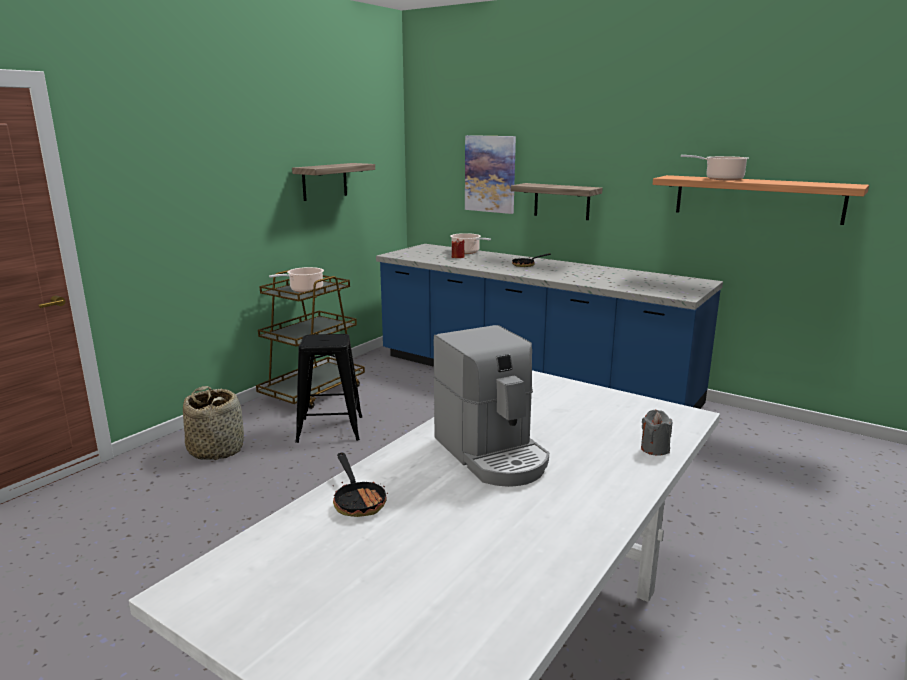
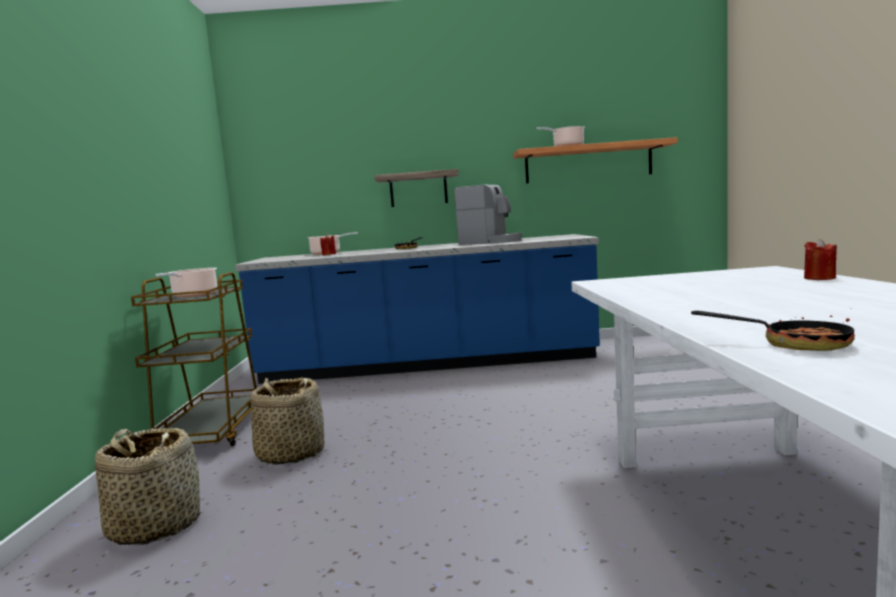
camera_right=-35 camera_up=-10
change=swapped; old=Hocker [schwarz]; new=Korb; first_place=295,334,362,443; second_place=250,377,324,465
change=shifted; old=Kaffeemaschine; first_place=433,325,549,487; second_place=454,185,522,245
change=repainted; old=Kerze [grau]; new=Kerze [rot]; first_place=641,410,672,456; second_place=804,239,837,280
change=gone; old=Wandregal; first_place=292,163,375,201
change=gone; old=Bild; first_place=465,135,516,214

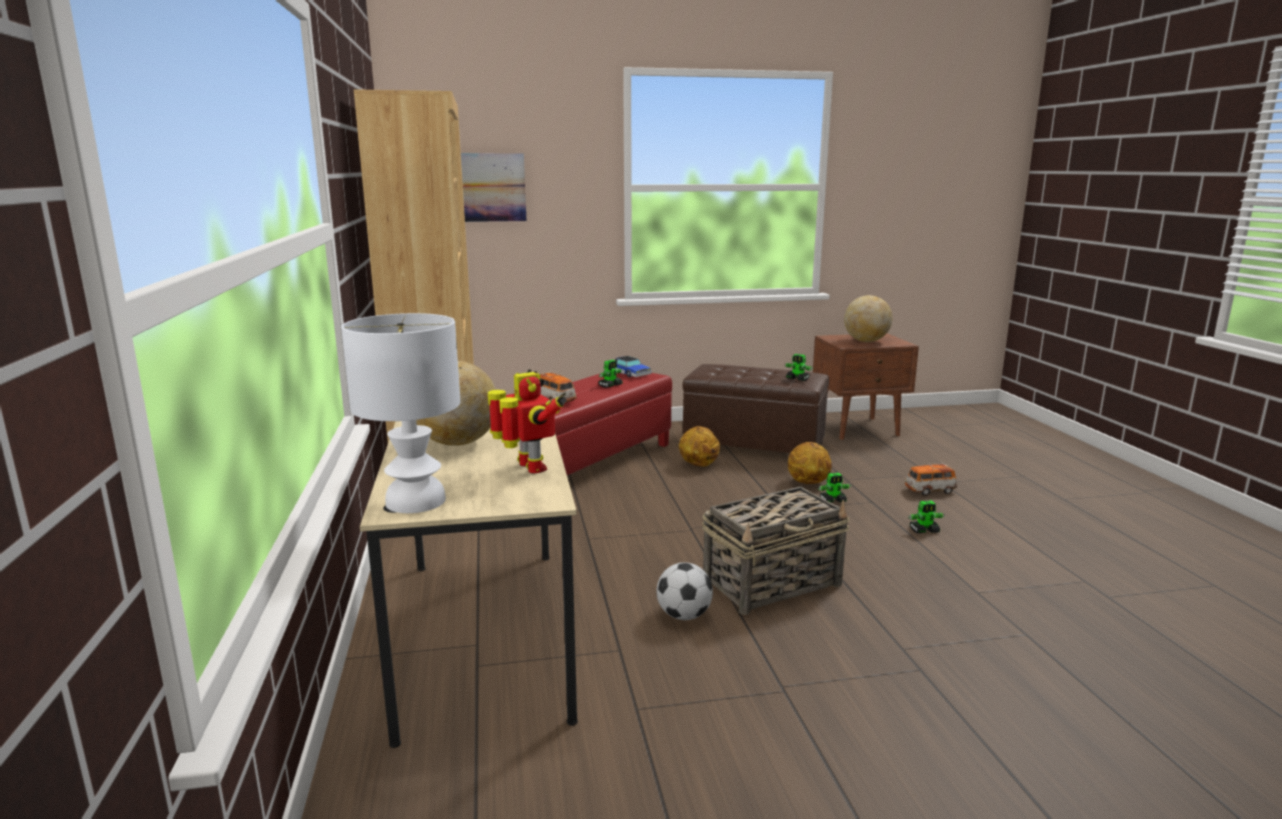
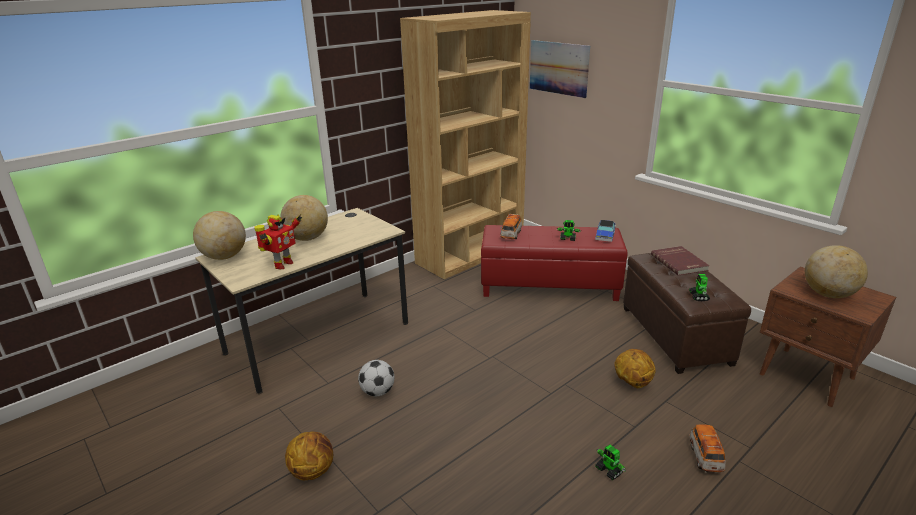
camera_right=60 camera_up=10
change=swapped; old=Tischlampe [weiß]; new=Globus; first_place=341,313,461,513; second_place=193,211,246,260
change=shifted; old=Basketball; first_place=679,426,720,467; second_place=285,432,333,480
change=new; new=Buch [rot]; second_place=651,246,709,276
change=rotated; old=Spielzeugauto; first_place=905,463,957,496; second_place=689,425,726,472; degrees=45
change=gone; old=Korb; first_place=702,487,850,615
change=gone; old=Spielzeugroboter; first_place=818,473,851,502

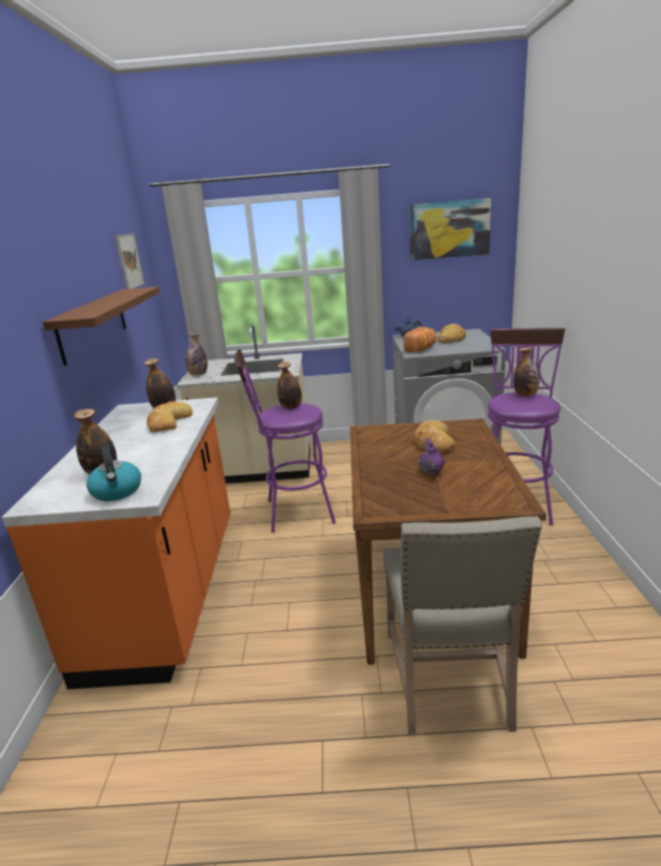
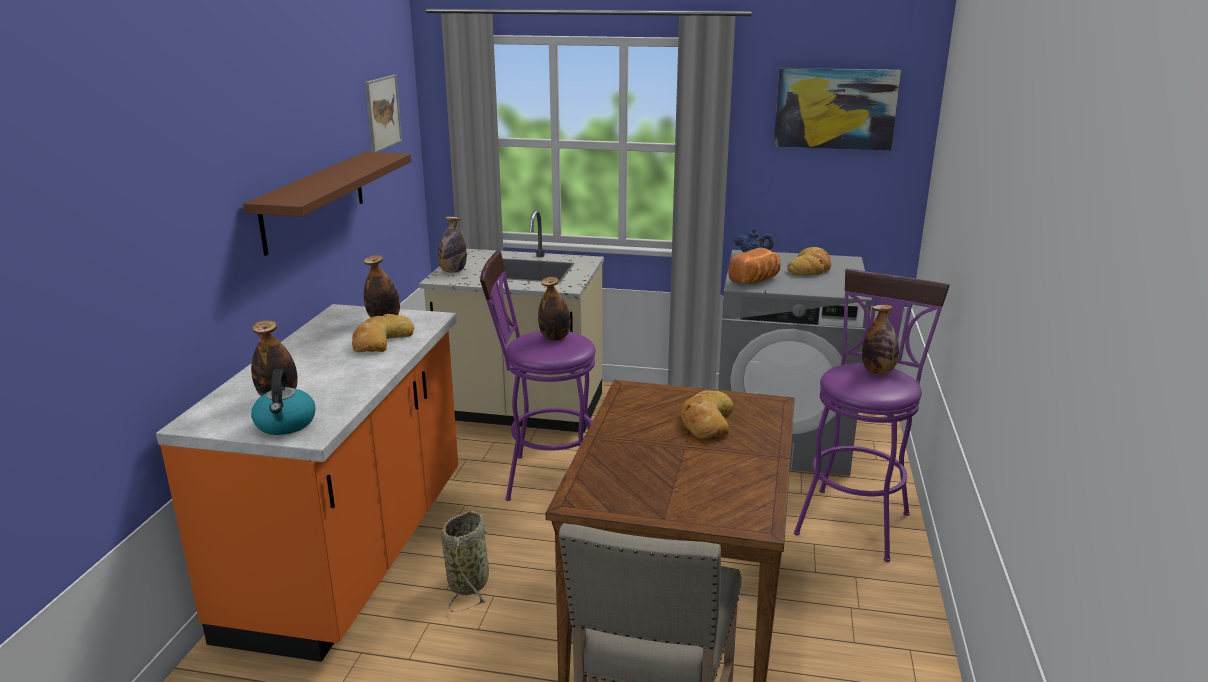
camera_right=10 camera_up=0
change=new; new=Korb; second_place=441,511,489,612
change=gone; old=Teekanne [lila]; first_place=419,438,445,475

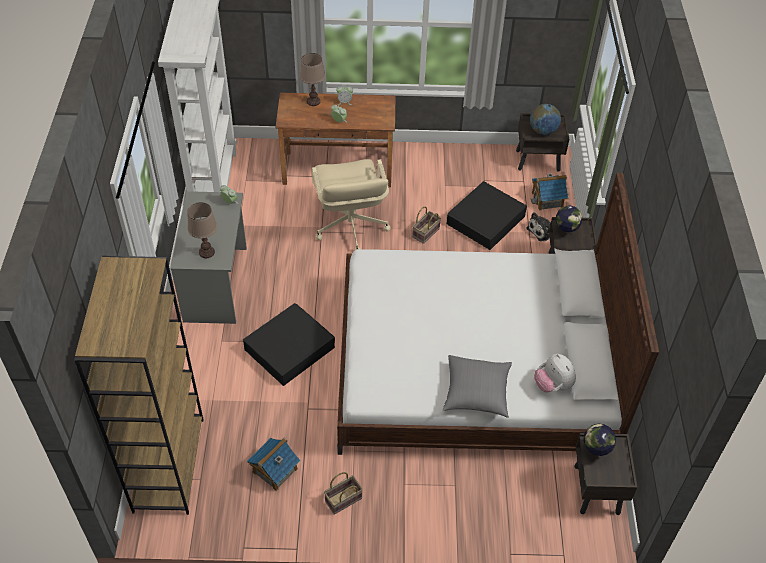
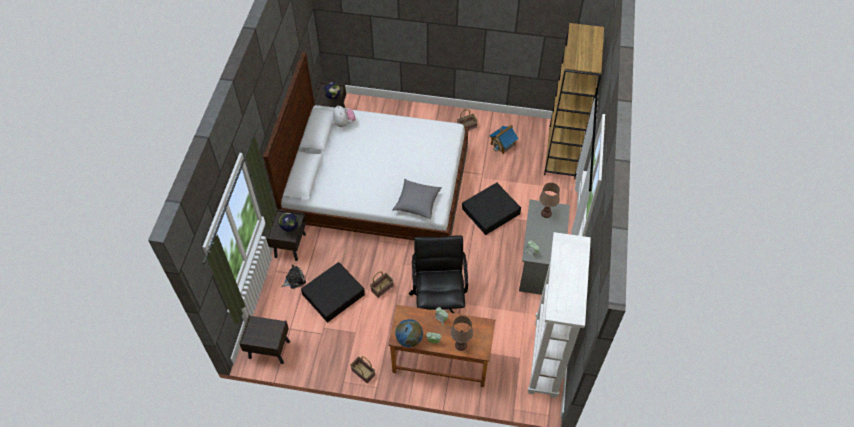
camera_right=-170 camera_up=5
change=new; new=Korb; second_place=350,356,375,384
change=shifted; old=Kissen [grau]; first_place=443,355,512,418; second_place=393,179,442,219
change=shifted; old=Globus; first_place=530,104,561,135; second_place=395,319,423,347
change=repainted; old=Bürostuhl [beige]; new=Bürostuhl [schwarz]; first_place=312,159,390,250; second_place=409,236,468,313
change=gone; old=Spielzeughaus; first_place=531,173,568,211

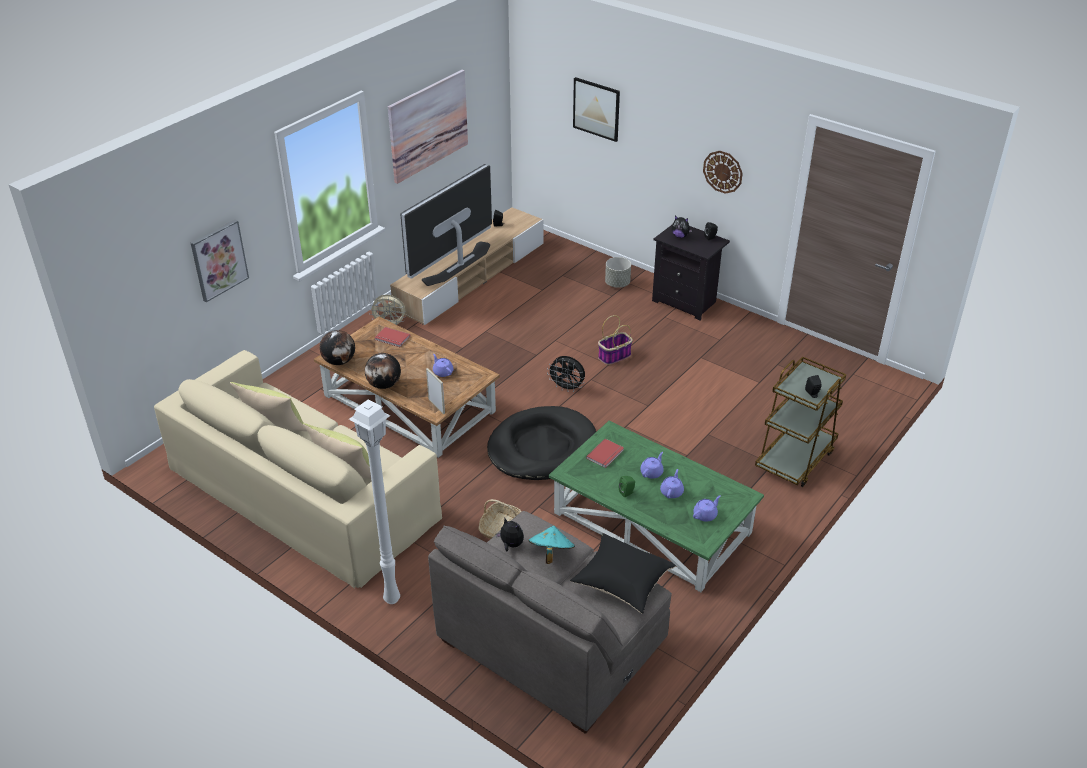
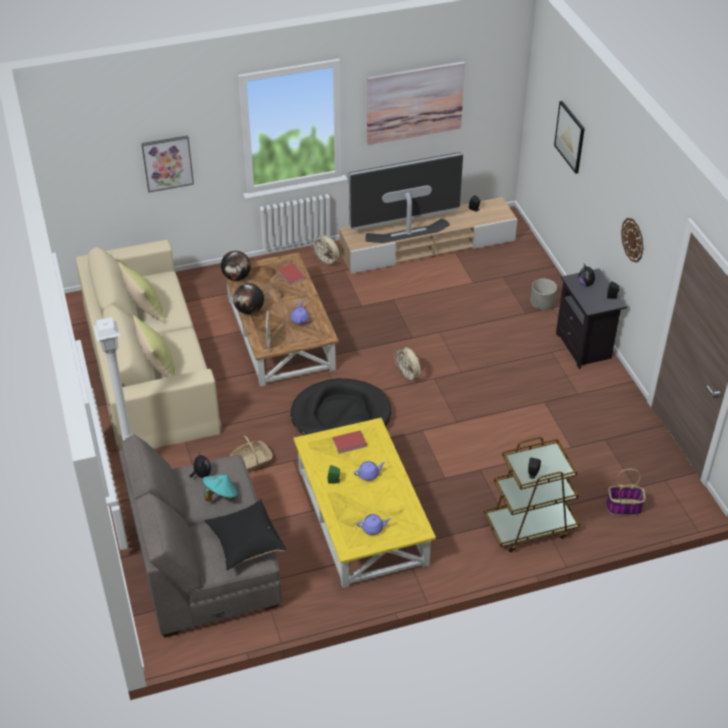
camera_right=35 camera_up=5
change=repainted; old=Couchtisch [grün]; new=Couchtisch [gelb]; first_place=549,421,764,592; second_place=294,418,436,588
change=repainted; old=Ventilator [schwarz]; new=Ventilator [beige]; first_place=547,356,585,392; second_place=394,347,421,381
change=shifted; old=Korb; first_place=598,315,633,365; second_place=606,469,646,515
change=gone; old=Teekanne [lila]; first_place=660,469,684,498

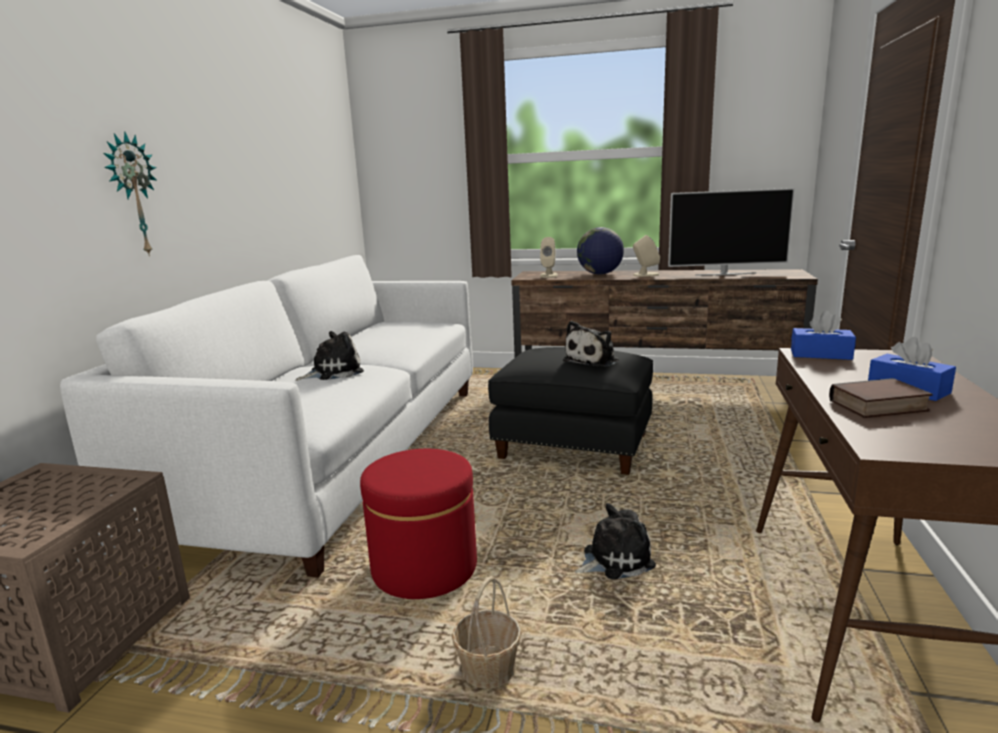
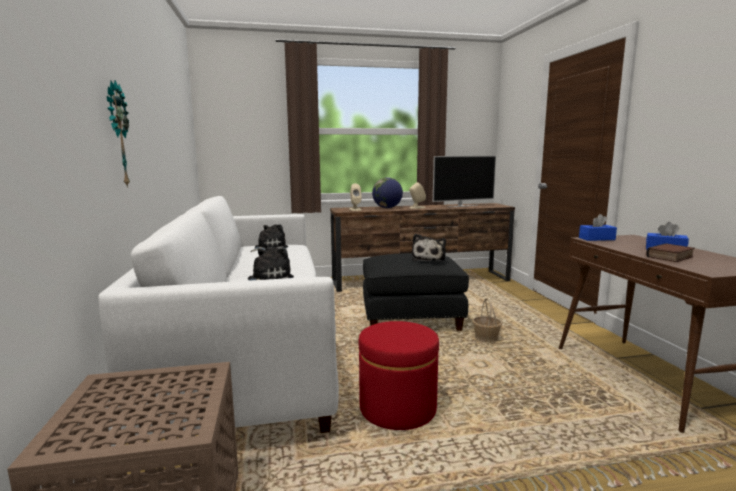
camera_right=-25 camera_up=-5
change=shifted; old=Plüschtier; first_place=575,503,656,579; second_place=250,224,288,252
change=shifted; old=Korb; first_place=452,576,522,689; second_place=473,298,502,343

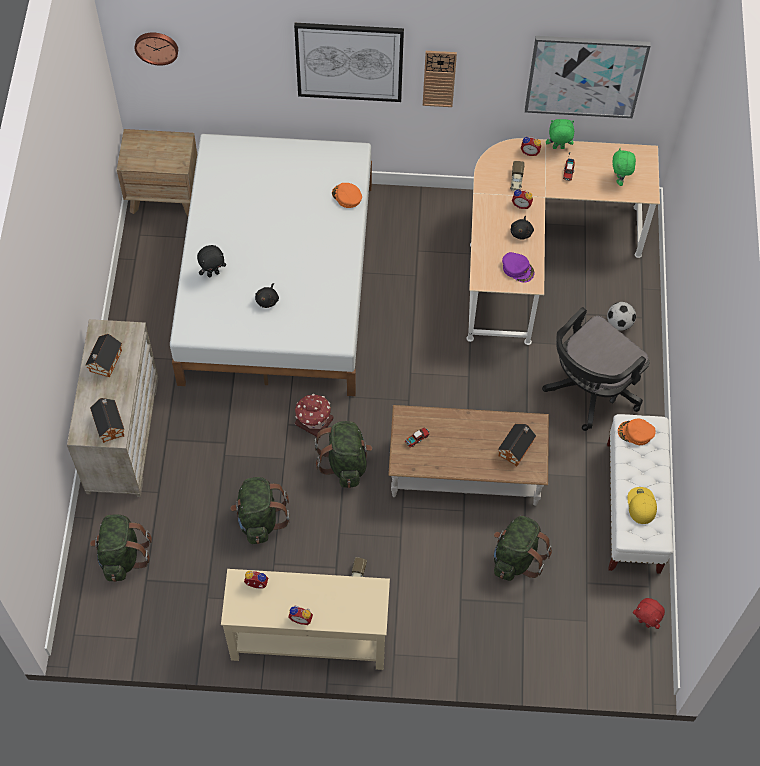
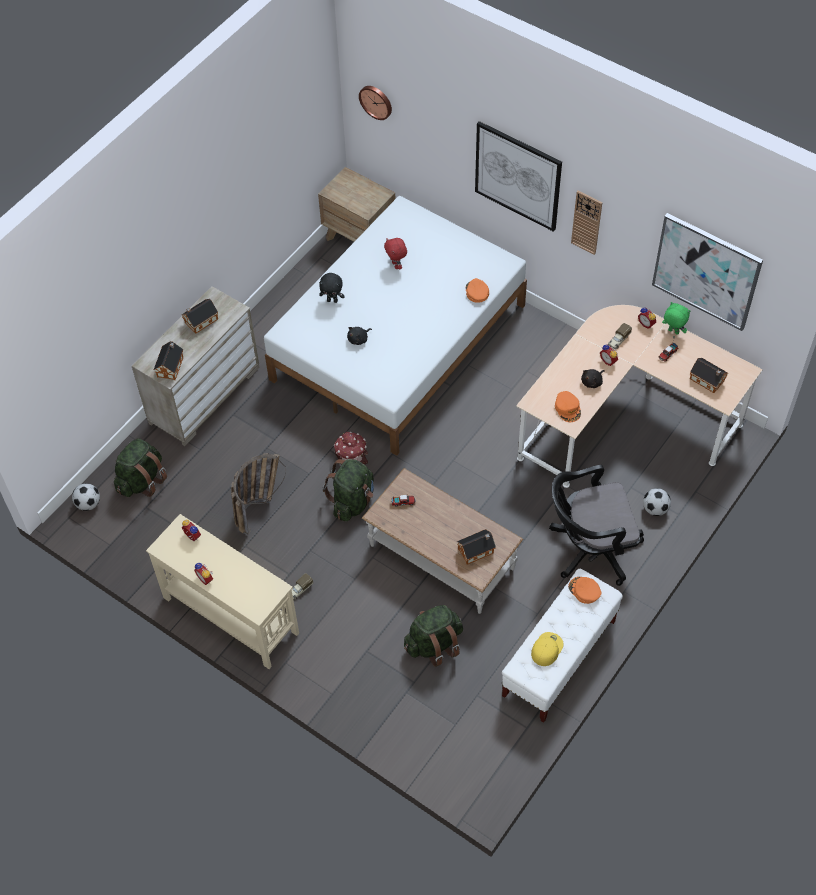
camera_right=35 camera_up=-5
change=new; new=Fußball; second_place=72,483,100,511
change=swapped; old=Rucksack [grün]; new=Korb; first_place=230,477,289,544; second_place=231,453,286,535
change=shifted; old=Plüschtier [rot]; first_place=633,598,665,629; second_place=384,238,407,269
change=repainted; old=Kappe [lila]; new=Kappe [orange]; first_place=502,252,535,283; second_place=555,391,581,422
change=swapped; old=Plüschtier [grün]; new=Spielzeughaus; first_place=612,148,636,186; second_place=690,358,728,393

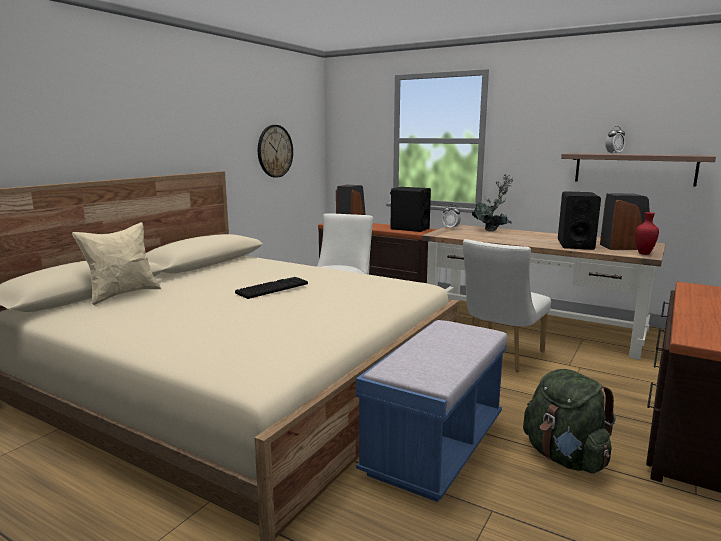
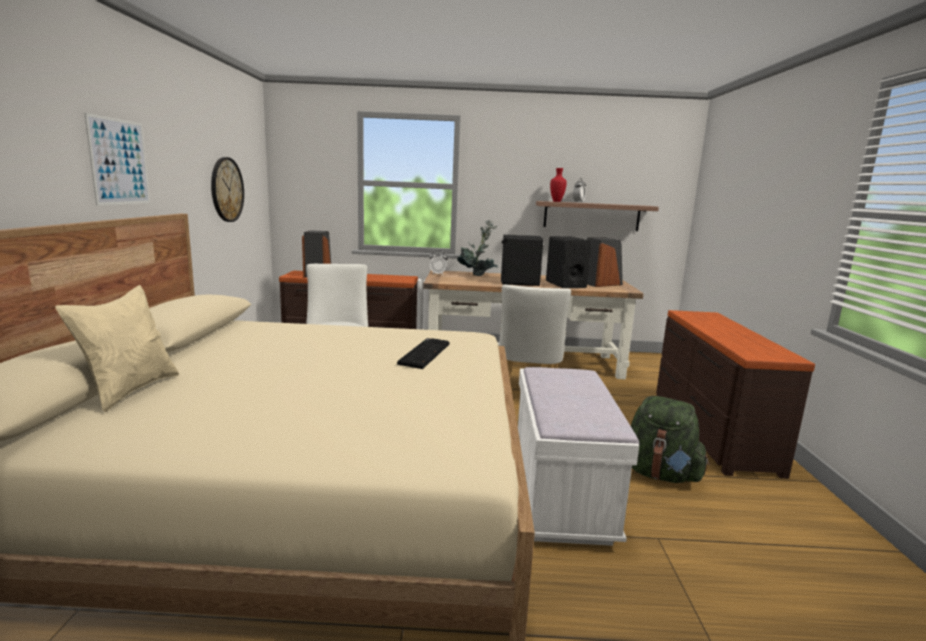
camera_right=-30 camera_up=0
change=new; new=Bild; second_place=84,113,150,206
change=shifted; old=Tastatur; first_place=235,277,308,299; second_place=397,338,449,369
change=shifted; old=Lautsprecher [schwarz]; first_place=390,187,431,232; second_place=501,235,543,286
change=repainted; old=Bank [blau]; new=Bank [weiß]; first_place=356,320,507,502; second_place=518,367,639,546
change=shifted; old=Vase [rot]; first_place=635,212,659,255; second_place=550,168,567,202

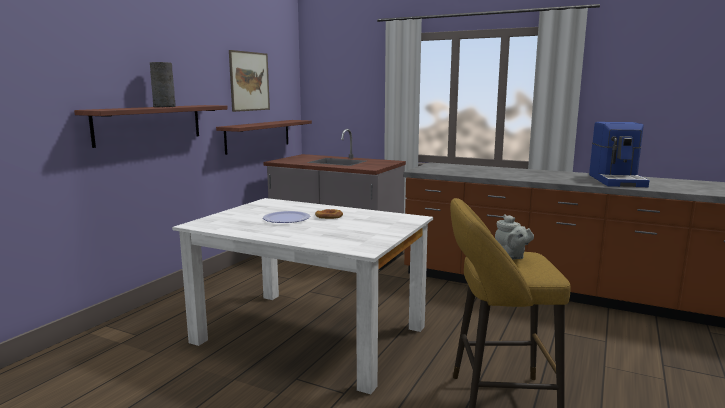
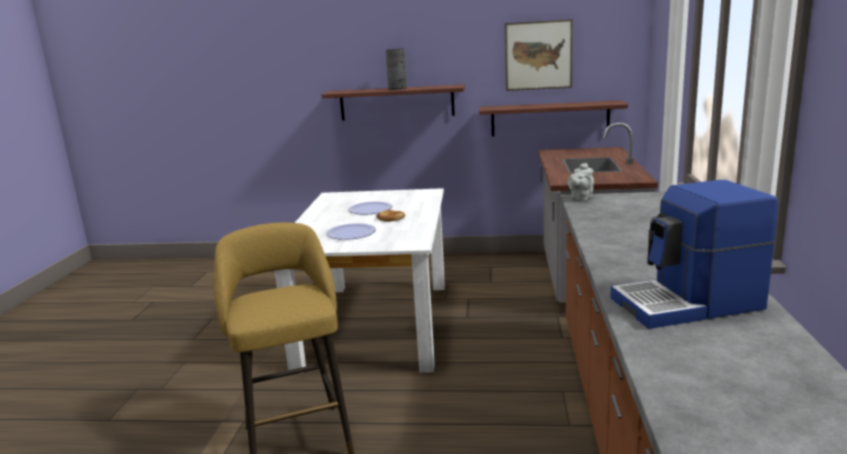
camera_right=70 camera_up=5
change=new; new=Teller; second_place=326,223,376,240
change=shifted; old=Teekanne [grau]; first_place=495,214,534,260; second_place=568,163,594,201

